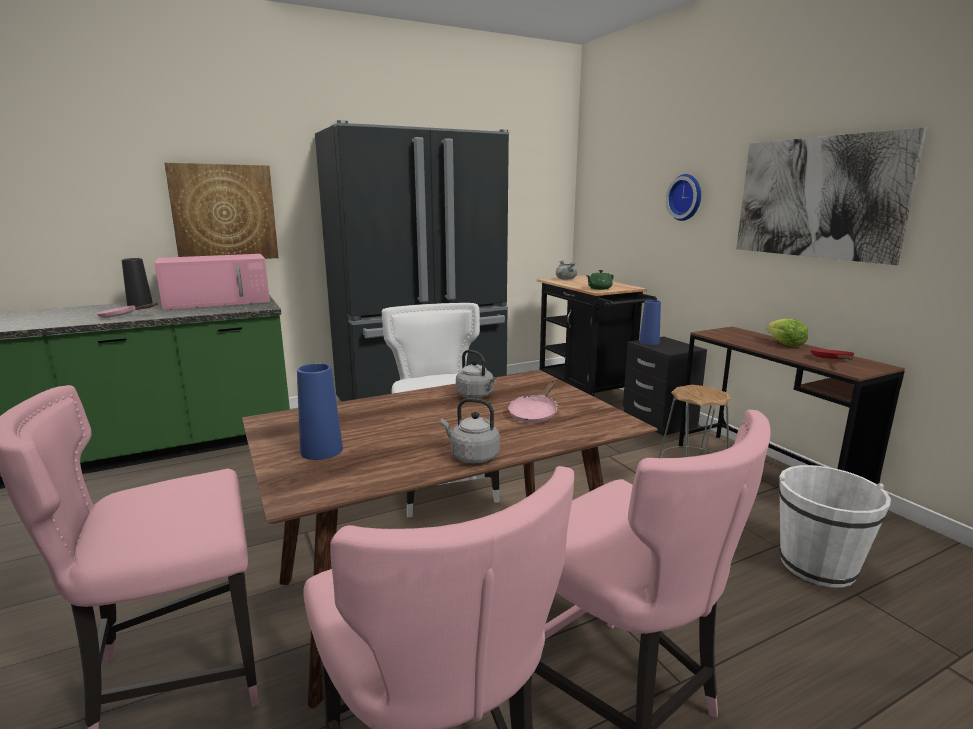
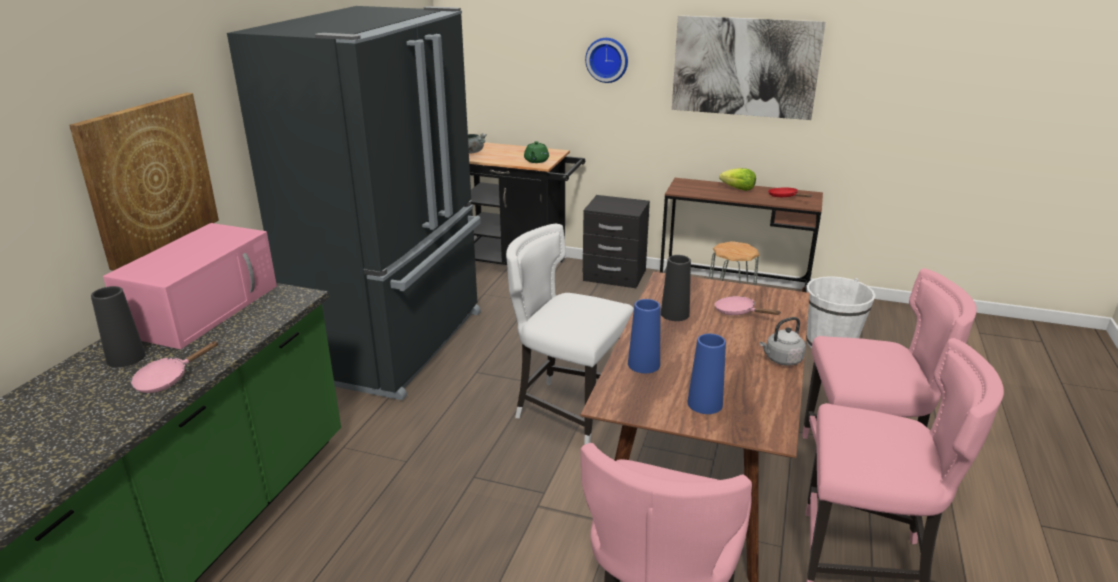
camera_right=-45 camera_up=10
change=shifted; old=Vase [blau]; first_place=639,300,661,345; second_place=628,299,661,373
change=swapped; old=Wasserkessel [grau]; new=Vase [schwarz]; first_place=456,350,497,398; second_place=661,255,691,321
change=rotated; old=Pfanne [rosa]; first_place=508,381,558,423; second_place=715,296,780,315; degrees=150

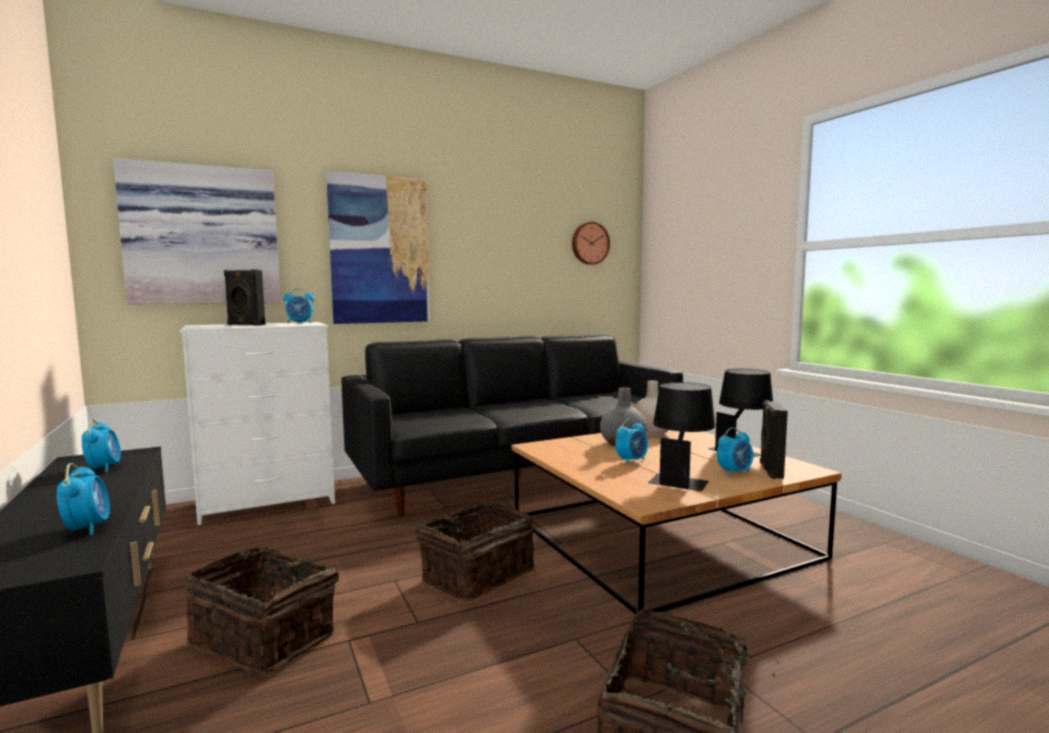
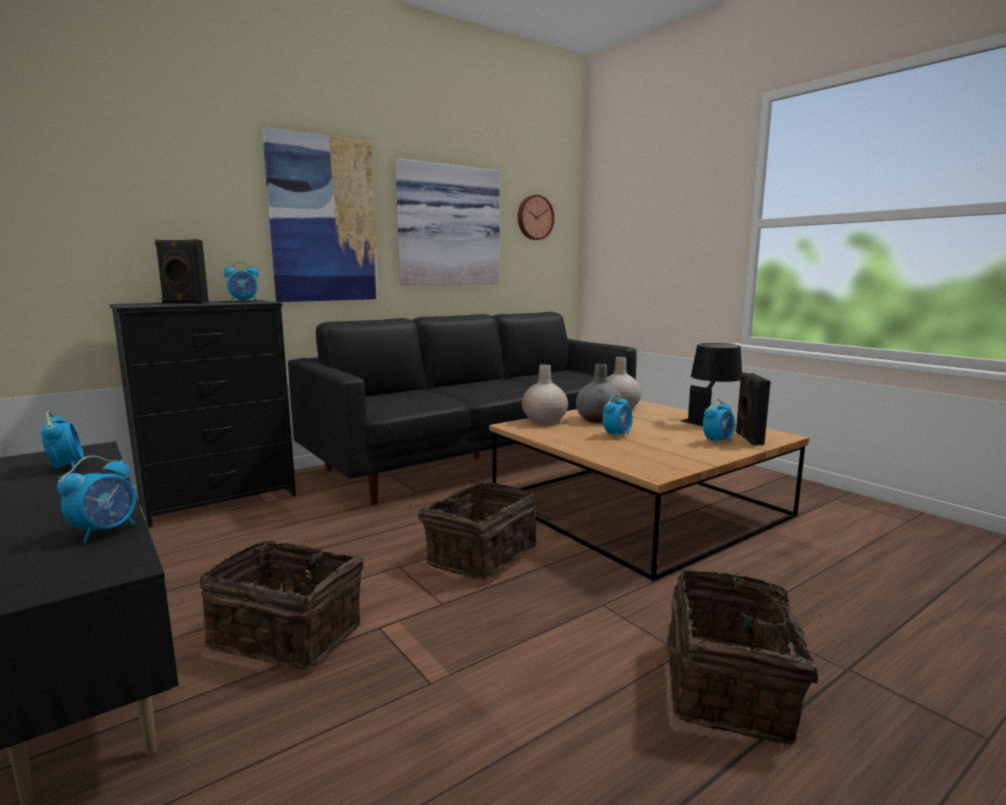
camera_right=-10 camera_up=5
change=rotated; old=Wecker; first_place=57,463,110,536; second_place=57,456,136,543; degrees=60
change=repainted; old=Kommode [weiß]; new=Kommode [schwarz]; first_place=180,322,335,525; second_place=110,300,296,527
change=shifted; old=Bild; first_place=113,158,280,304; second_place=395,159,500,285
change=new; new=Vase [beige]; second_place=522,364,568,424
change=gone; old=Tischlampe [schwarz]; first_place=648,382,715,491

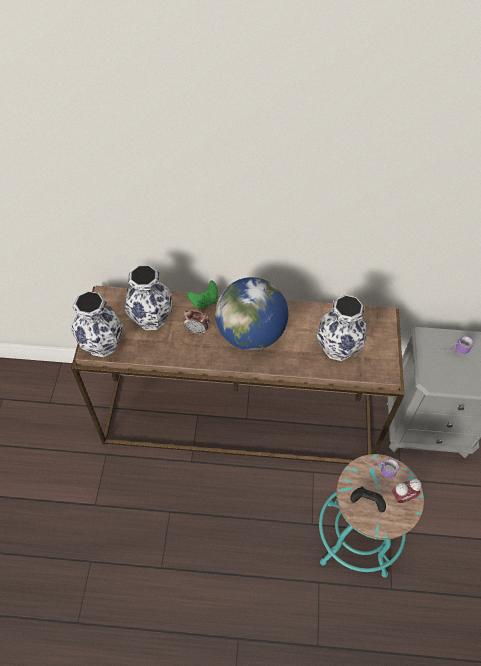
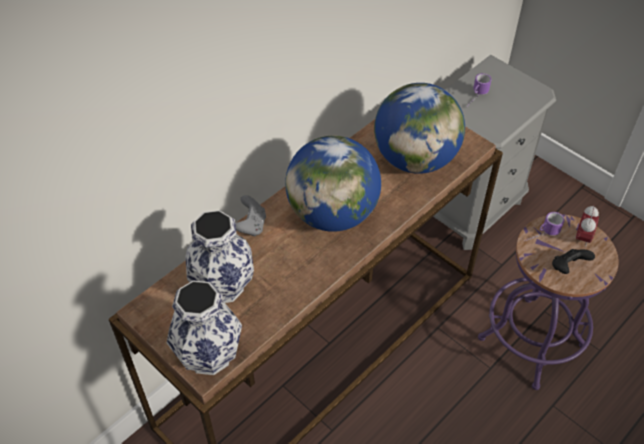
camera_right=-50 camera_up=-5
change=repainted; old=Gamepad [grün]; new=Gamepad [grau]; first_place=187,281,218,309; second_place=235,195,266,237
change=swapped; old=Vase; new=Globus; first_place=317,295,367,361; second_place=374,83,465,174
change=repainted; old=Hocker [türkis]; new=Hocker [lila]; first_place=319,454,424,578; second_place=478,214,619,390
change=gone; old=Wecker; first_place=183,310,209,335

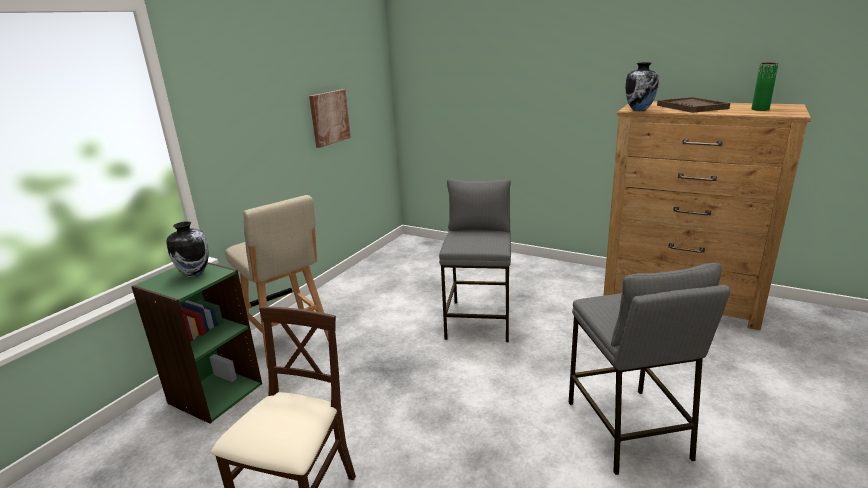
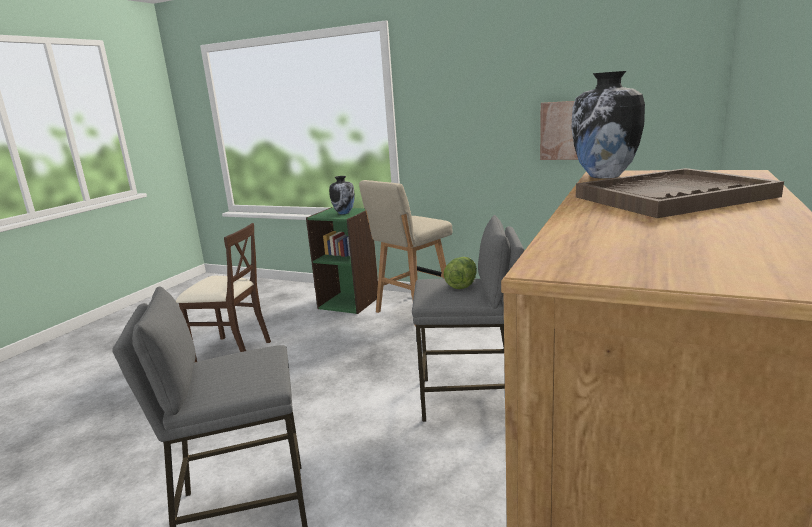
camera_right=85 camera_up=-5
change=new; new=Salatkopf; second_place=444,257,477,289
change=gone; old=Vase [grün]; first_place=752,63,779,111

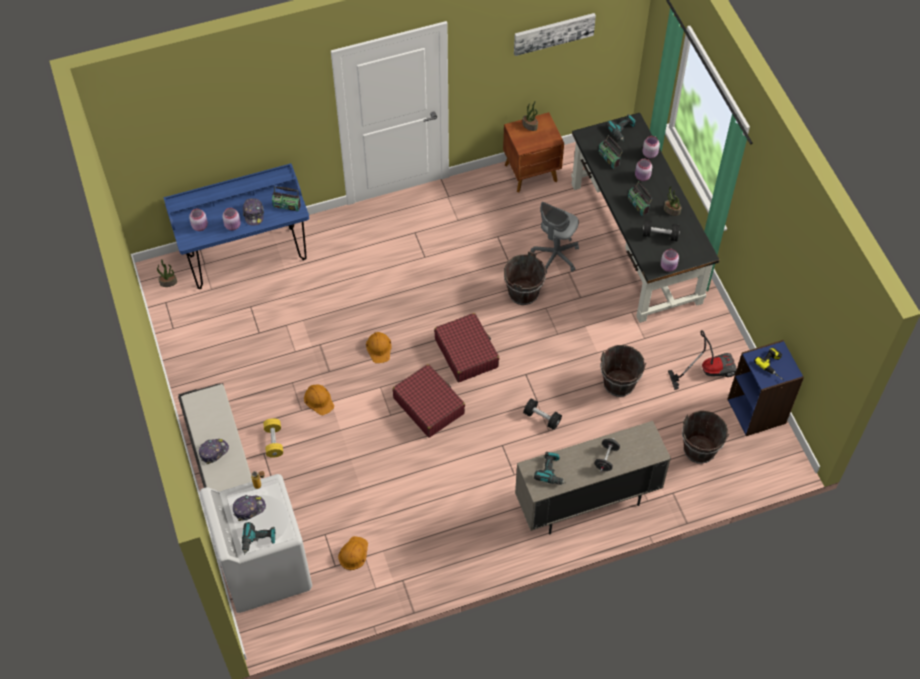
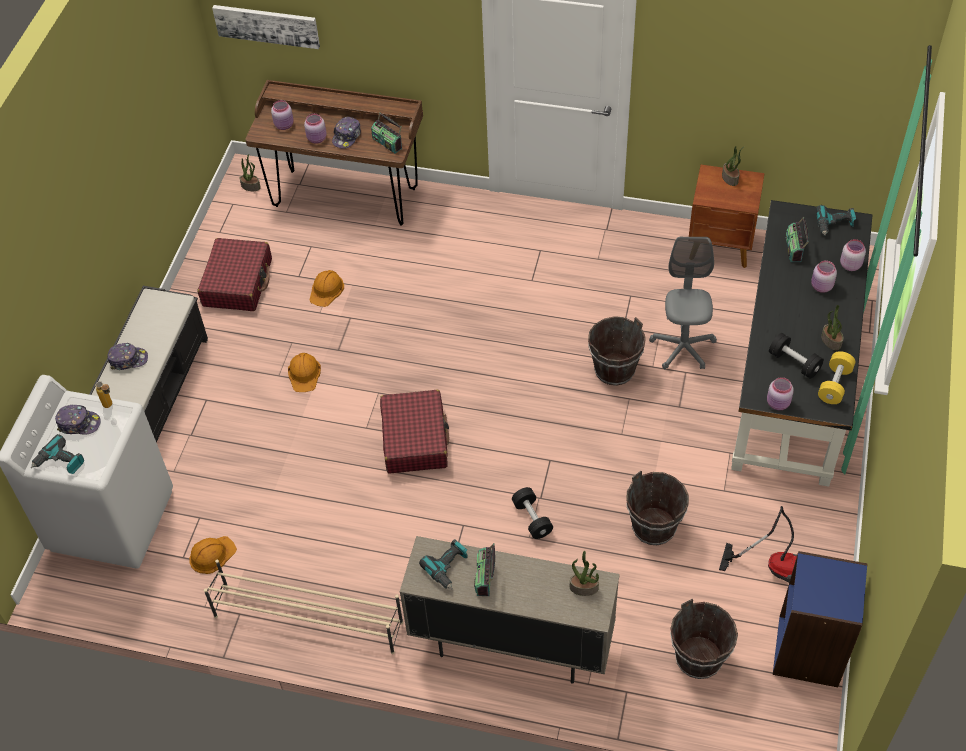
camera_right=35 camera_up=-5
change=shifted; old=Koffer [rot]; first_place=434,313,500,382; second_place=198,238,272,311
change=new; new=Schuhregal [beige]; second_place=204,559,403,654
change=shifted; old=Bild; first_place=514,13,596,56; second_place=212,5,320,49
change=repainted; old=Schreibtisch [blau]; new=Schreibtisch [braun]; first_place=163,163,309,289; second_place=245,80,423,226
change=shifted; old=Schutzhelm [orange]; first_place=366,332,391,363; second_place=310,270,344,307
change=shifted; old=Radio; first_place=628,181,652,216; second_place=474,543,495,596
change=new; new=Topfpflanze; second_place=570,551,599,596
change=rotated; old=Bürostuhl [grau]; first_place=530,202,579,273; second_place=649,237,717,370; degrees=120
change=shifted; old=Hantel [gelb]; first_place=263,418,283,458; second_place=818,351,855,404
change=gone; old=Hantel [schwarz]; first_place=594,438,620,472
change=gone; old=Bohrmaschine; first_place=754,347,784,380

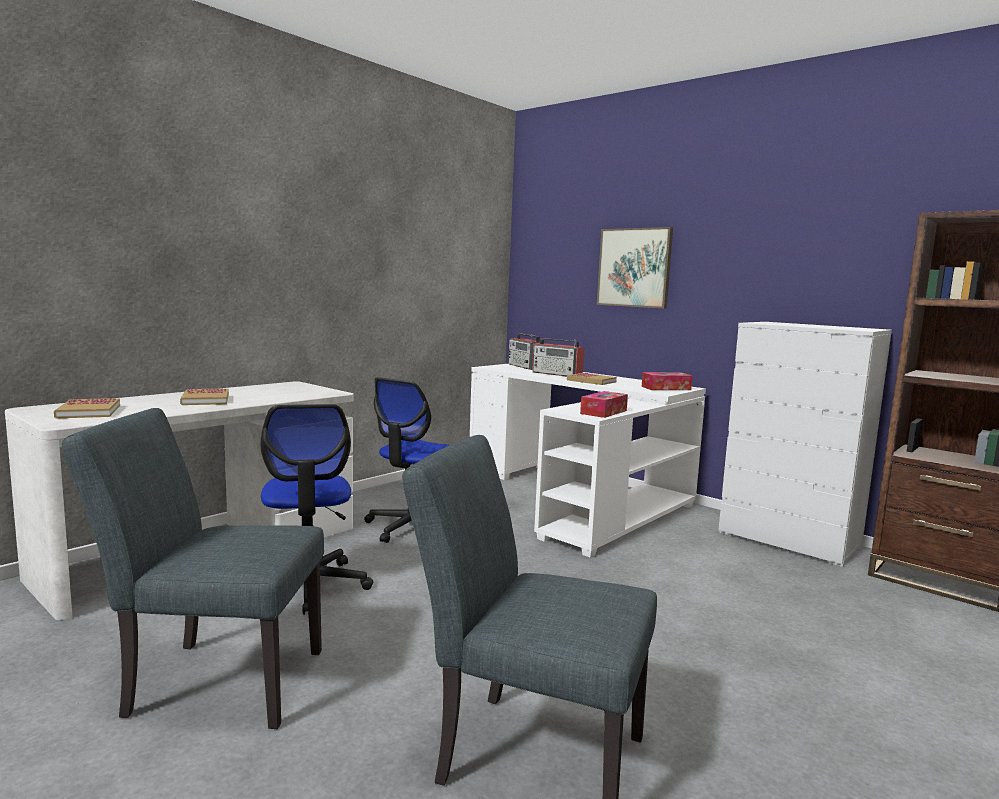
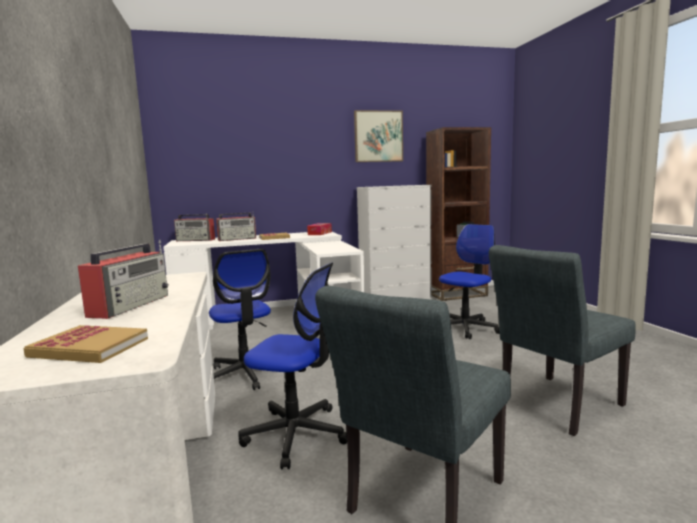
camera_right=-55 camera_up=0
change=swapped; old=Buch; new=Radio; first_place=180,388,229,405; second_place=78,239,169,319
change=shifted; old=Bild; first_place=597,227,673,309; second_place=354,110,403,162
change=new; new=Bürostuhl; second_place=439,224,500,339
change=gone; old=Taschentuchbox; first_place=580,391,628,418

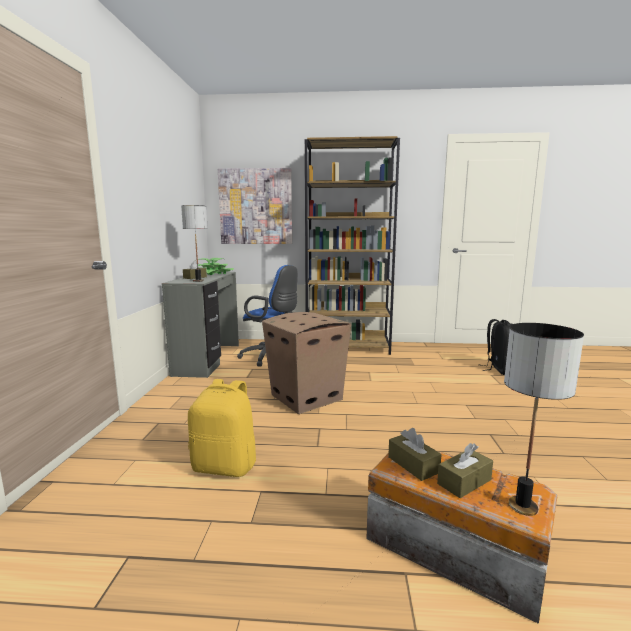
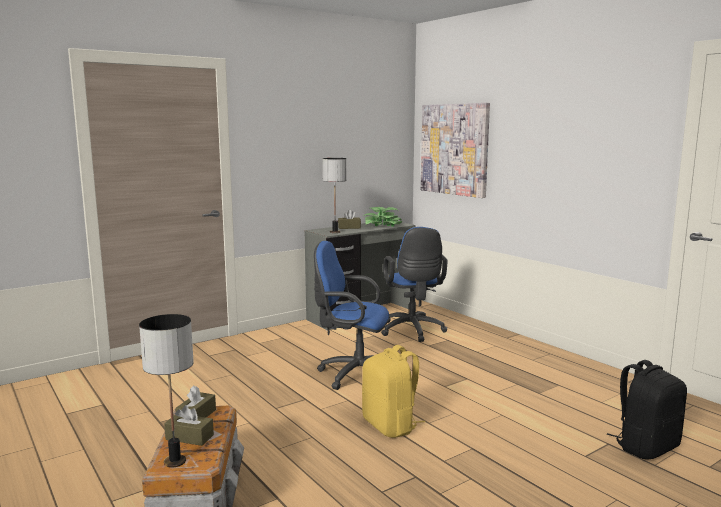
camera_right=50 camera_up=0
change=swapped; old=Karton; new=Bürostuhl [blau]; first_place=262,312,351,414; second_place=314,241,389,390
change=shifted; old=Rucksack [gelb]; first_place=188,379,256,477; second_place=362,345,425,438
change=gone; old=Bücherregal [braun]; first_place=305,136,400,355

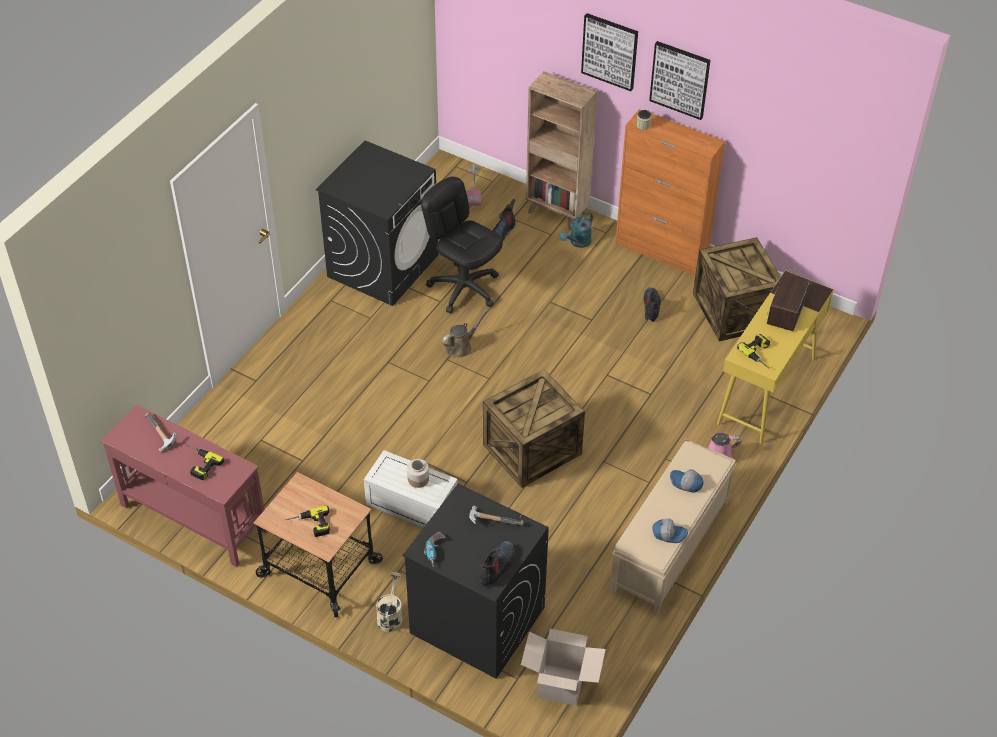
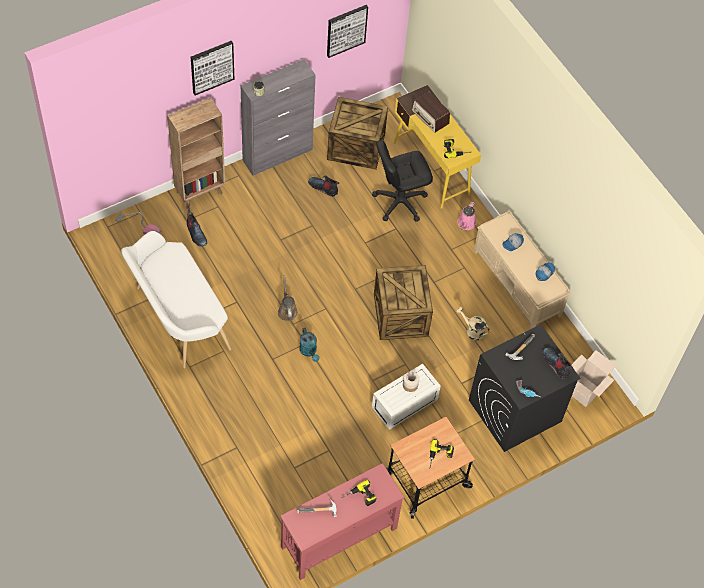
camera_right=-65 camera_up=10
change=swapped; old=Waschmaschine [schwarz]; new=Bank [weiß]; first_place=316,141,438,306; second_place=121,231,231,368
change=repainted; old=Schrank [orange]; new=Schrank [grau]; first_place=615,109,725,276; second_place=240,59,316,176
change=shifted; old=Gießkanne [türkis]; first_place=559,212,593,248; second_place=299,328,320,362
change=shifted; old=Bild; first_place=649,41,710,120; second_place=327,5,368,58
change=shifted; old=Bürostuhl [schwarz]; first_place=421,177,503,313; second_place=372,140,433,222
change=shifted; old=Gießkanne [beige]; first_place=376,572,402,632; second_place=456,307,490,340

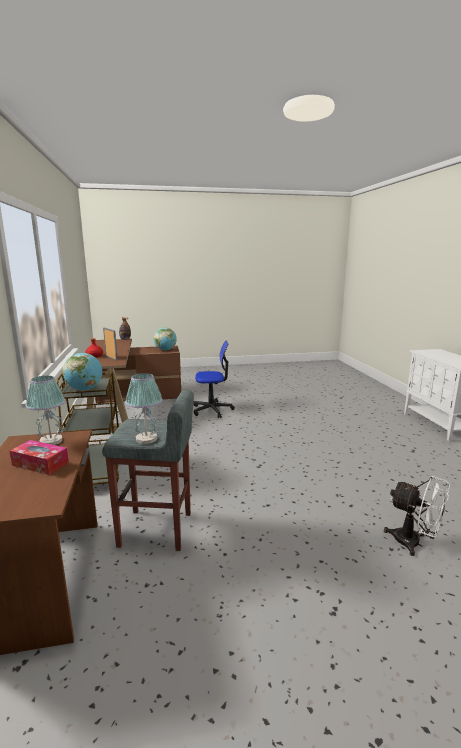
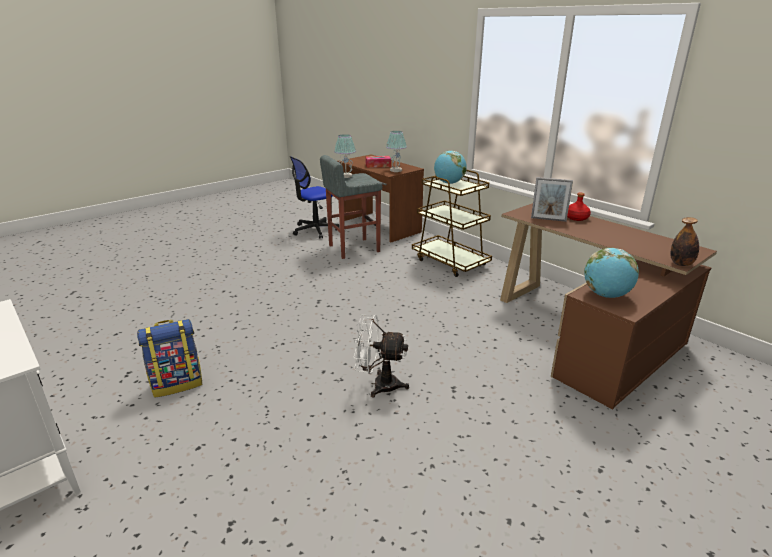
camera_right=150 camera_up=10
change=new; new=Rucksack; second_place=137,319,202,398
change=shifted; old=Bürostuhl; first_place=194,340,235,418; second_place=290,156,340,239
change=shifted; old=Ventilator [weiß]; first_place=384,475,450,556; second_place=353,315,409,397

